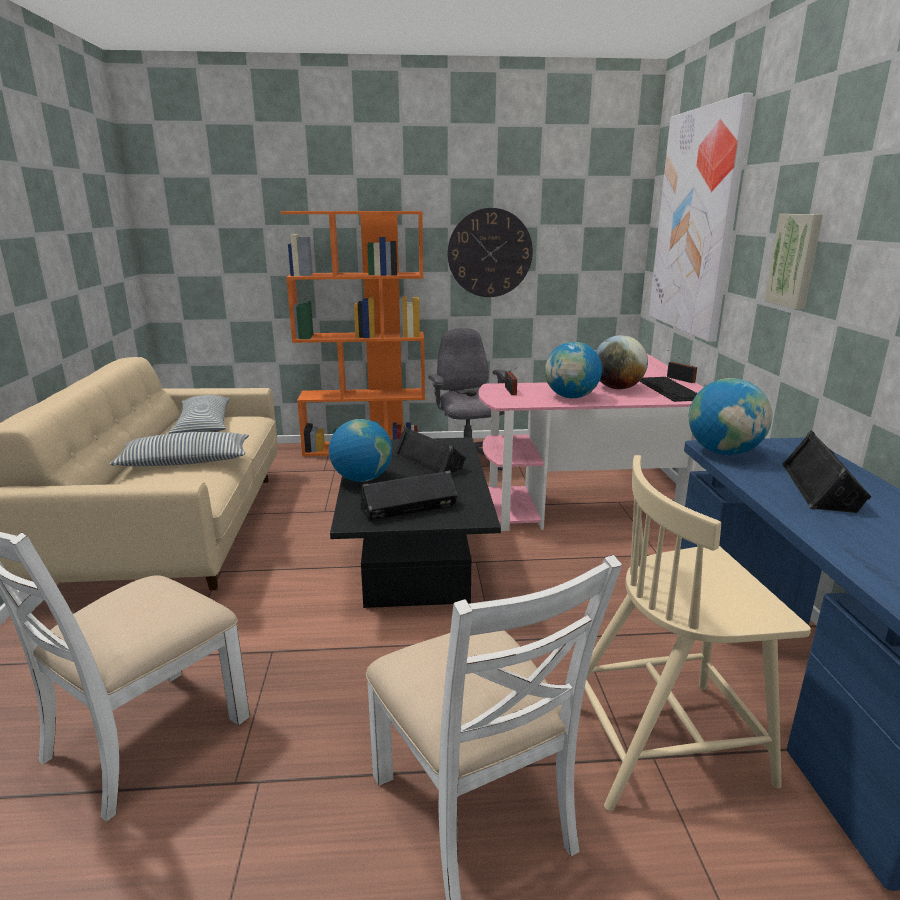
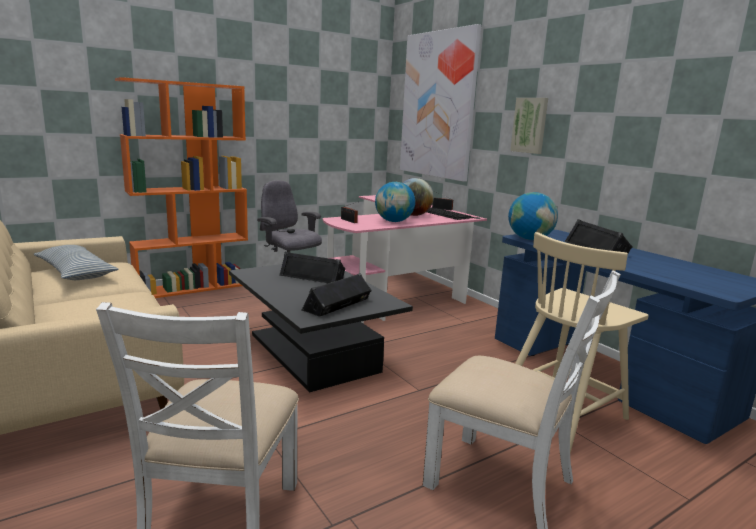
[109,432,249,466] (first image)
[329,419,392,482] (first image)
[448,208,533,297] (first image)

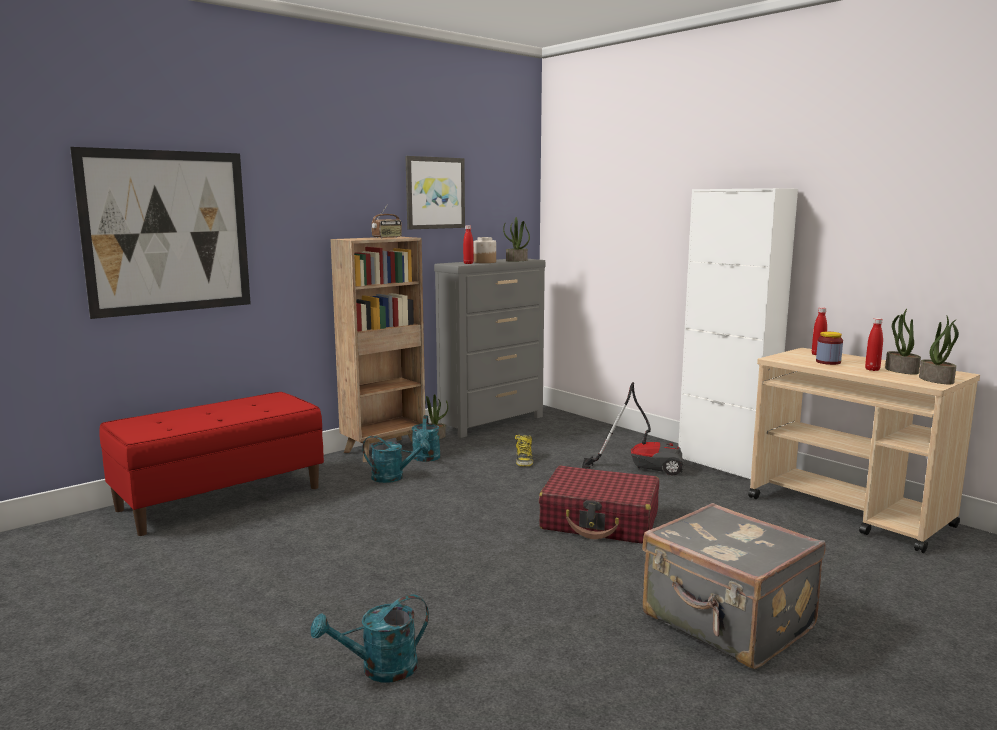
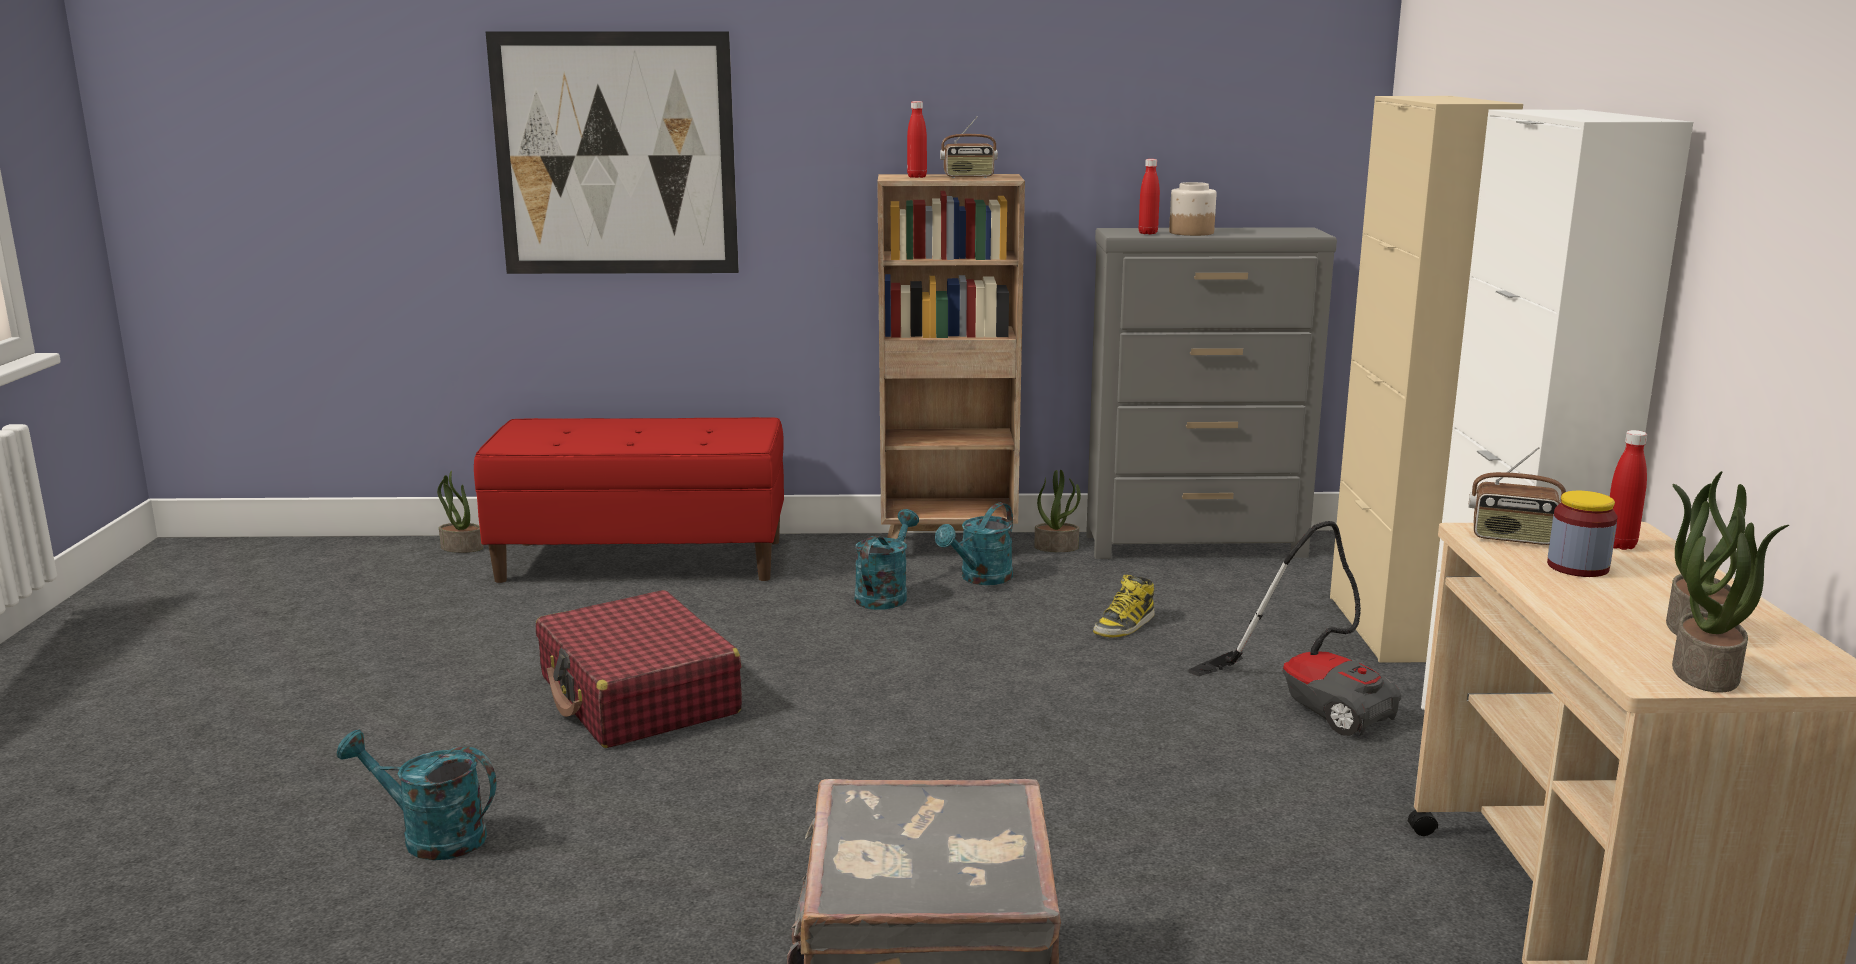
[437,470,483,553]
[536,590,742,748]
[855,509,919,610]
[907,101,927,178]
[1330,96,1523,663]
[1468,447,1566,545]
[406,156,465,229] (first image)

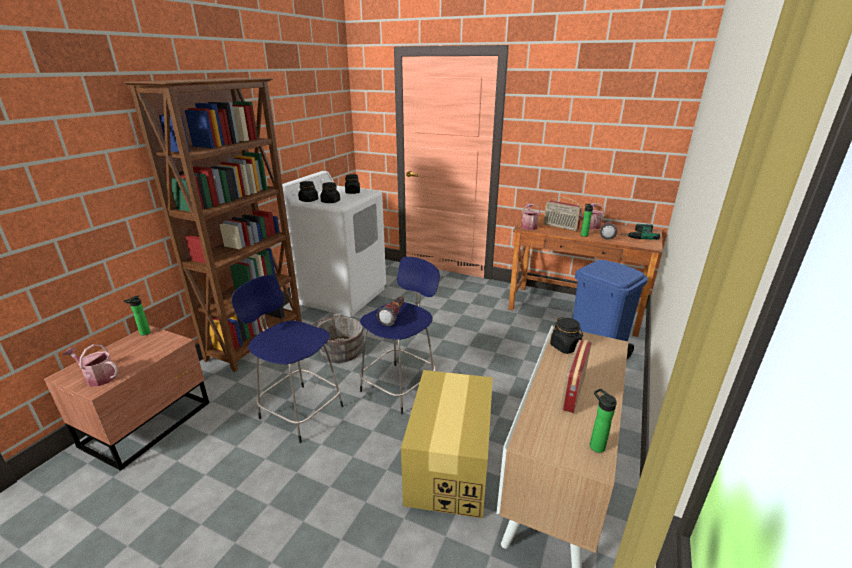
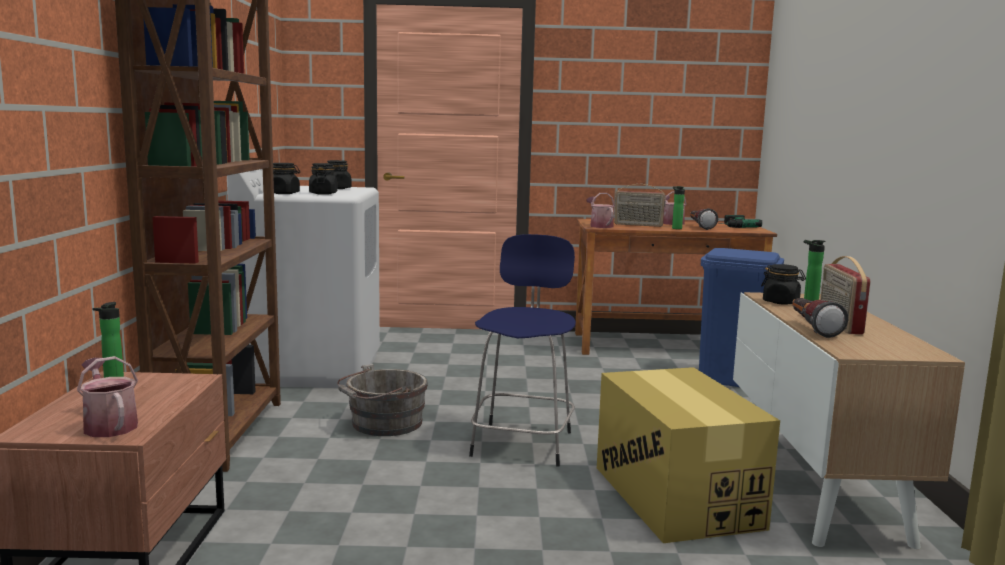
[77,356,138,437]
[792,298,848,338]
[804,240,826,301]
[231,275,344,443] (first image)

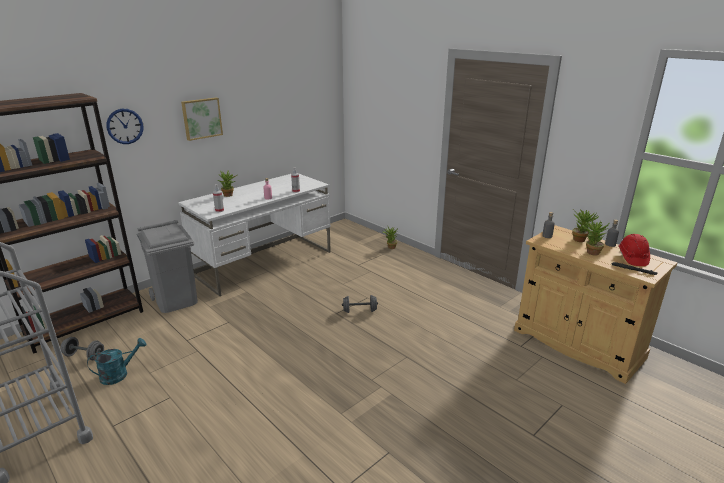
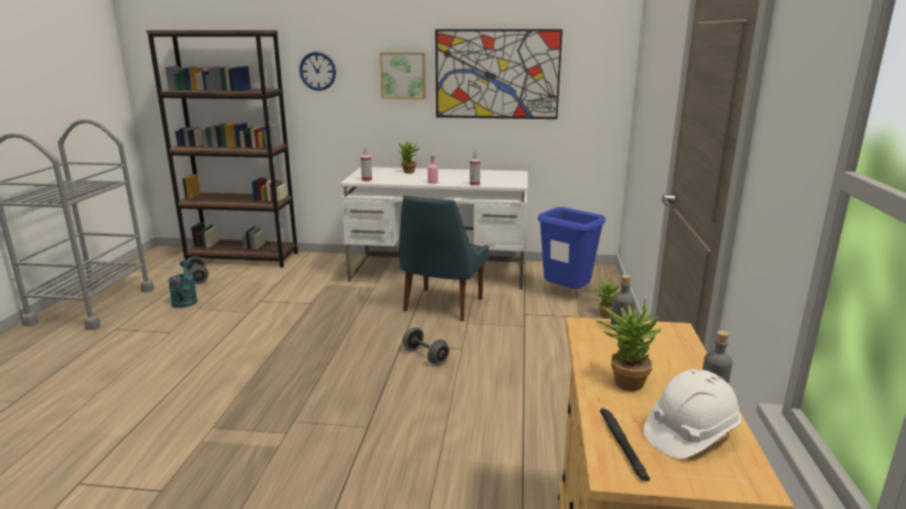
[168,260,198,308]
[399,195,489,321]
[435,29,563,119]
[538,207,605,289]
[643,369,741,459]
[137,220,198,313] (first image)
[572,209,599,242] (first image)

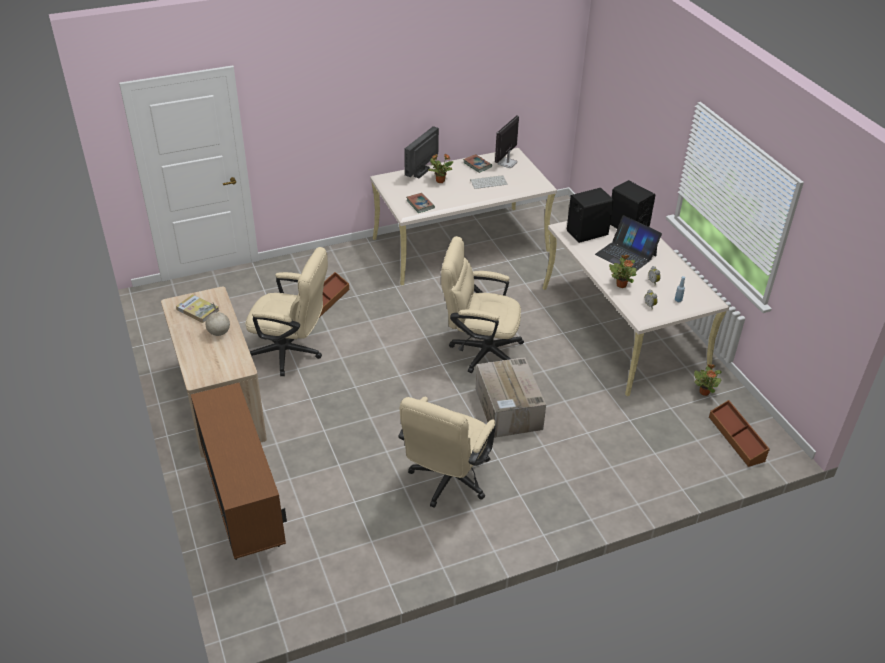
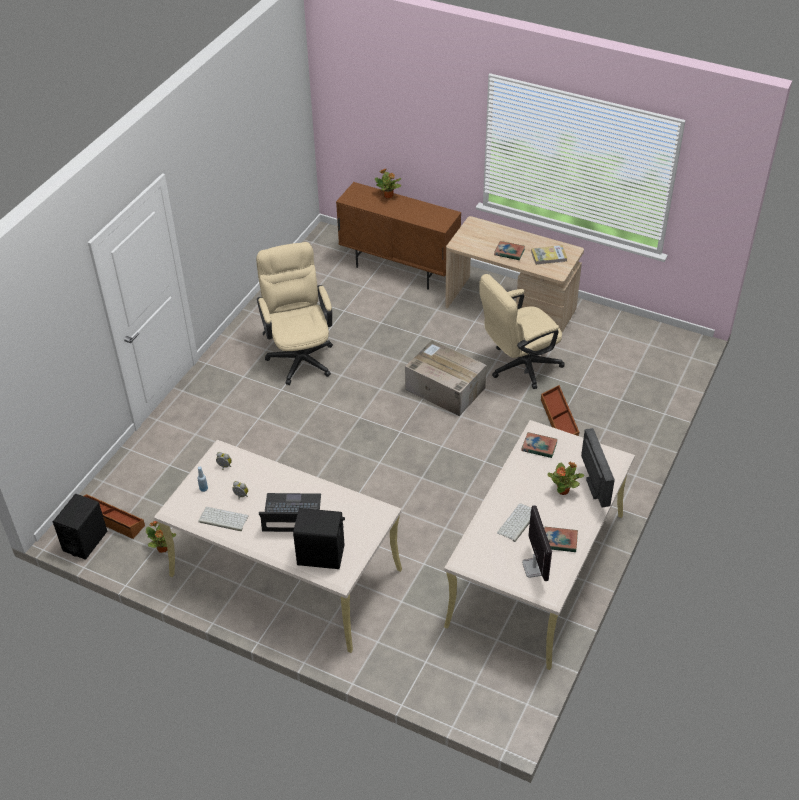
[53,494,107,560]
[198,507,249,531]
[375,169,401,198]
[405,340,487,416]
[494,241,525,261]
[441,236,524,373] (first image)

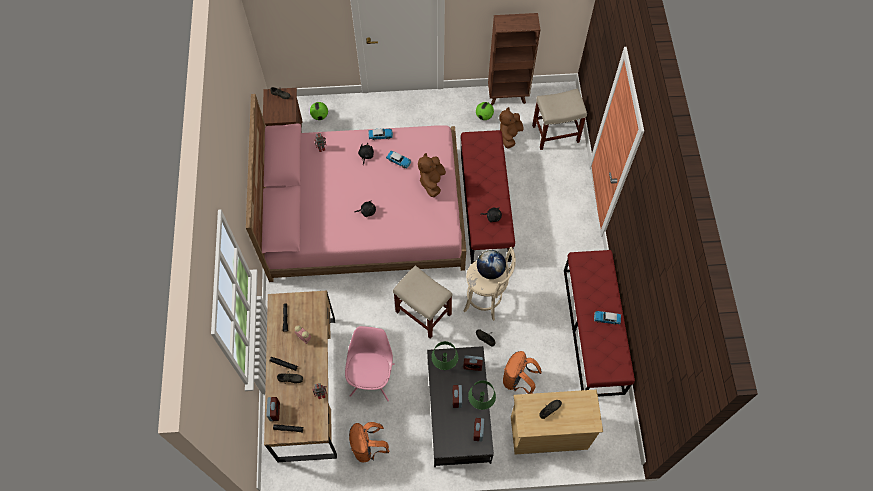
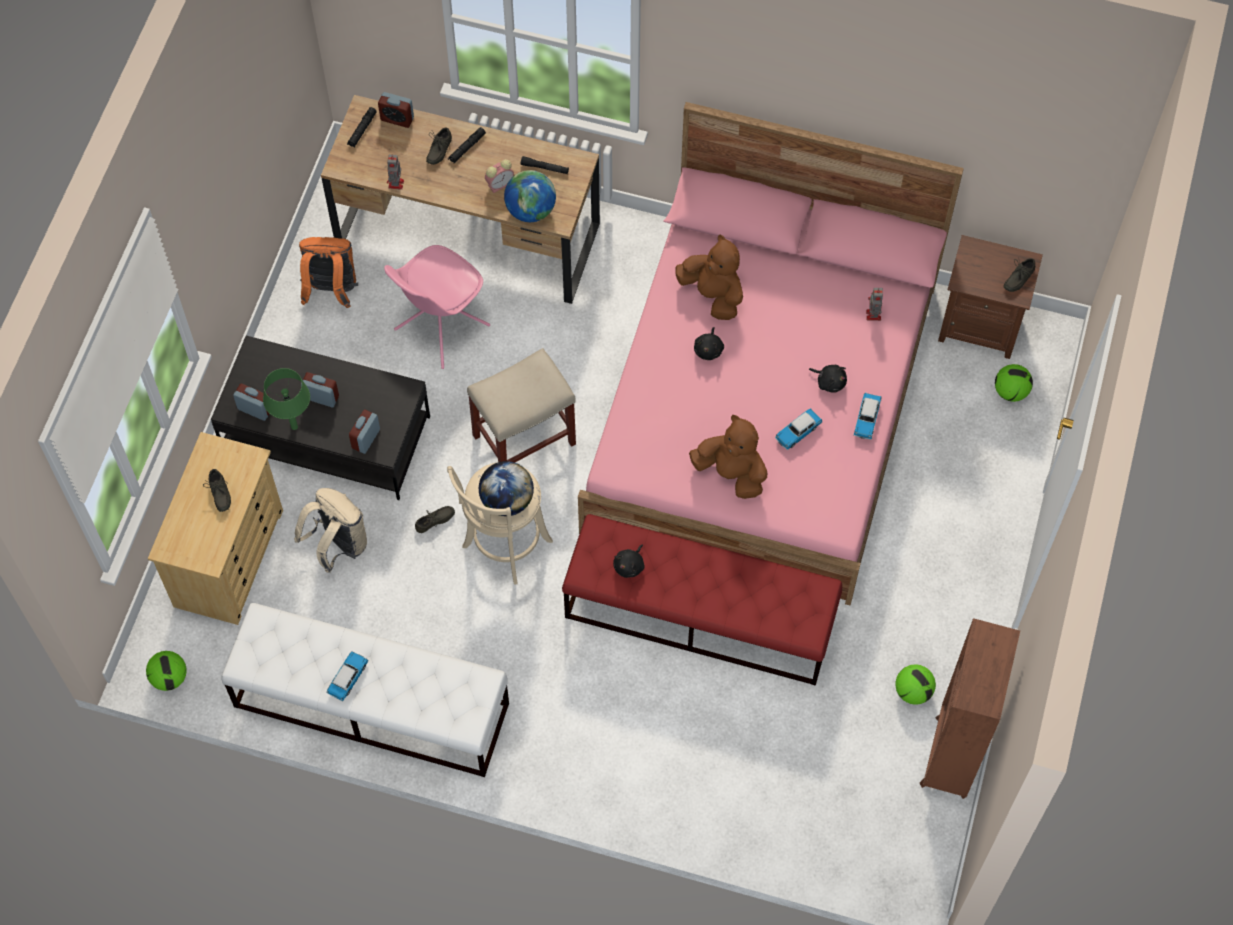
[146,651,187,691]
[221,603,509,777]
[294,488,367,573]
[384,245,490,369]
[504,170,556,222]
[676,234,743,320]
[431,341,458,370] (first image)
[532,89,587,150] (first image)

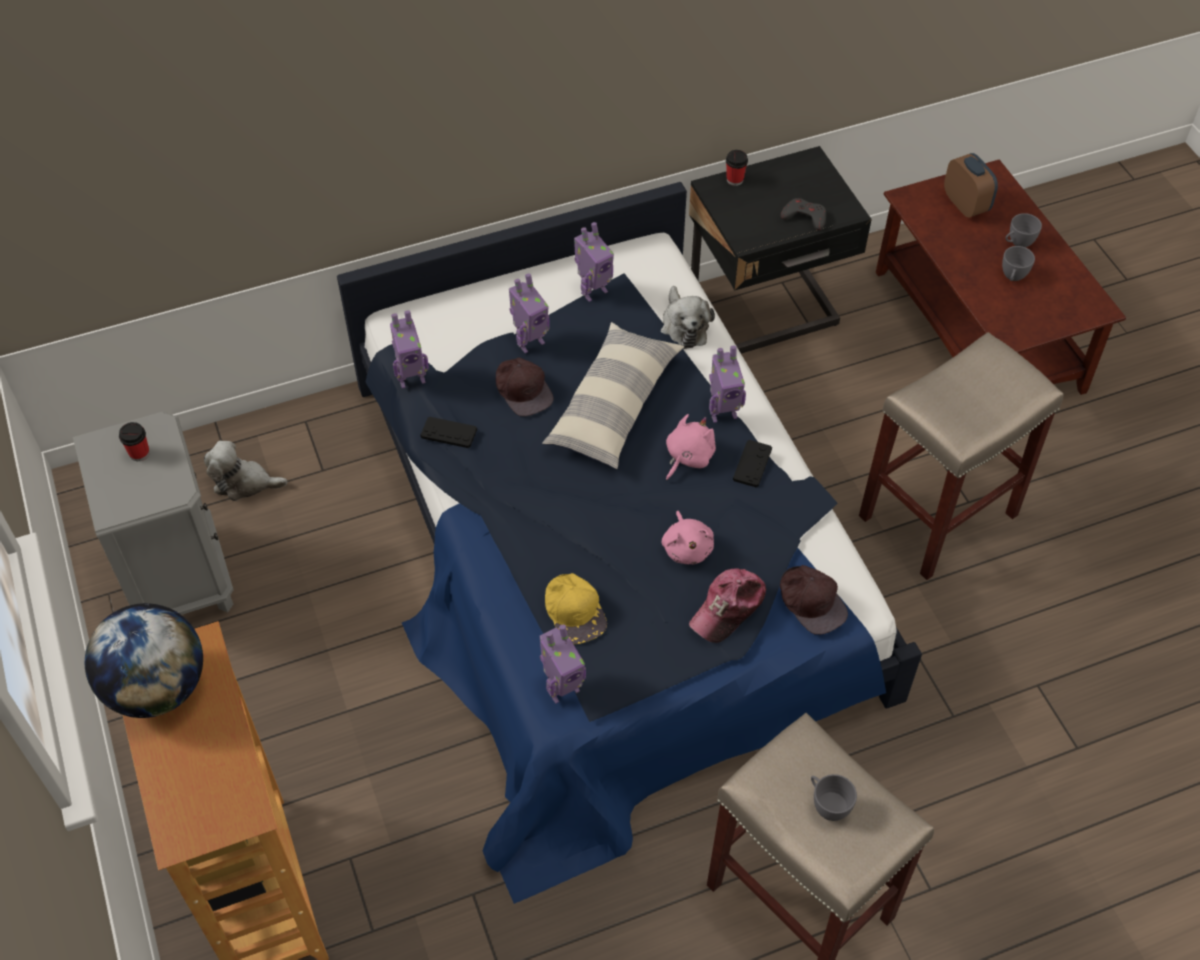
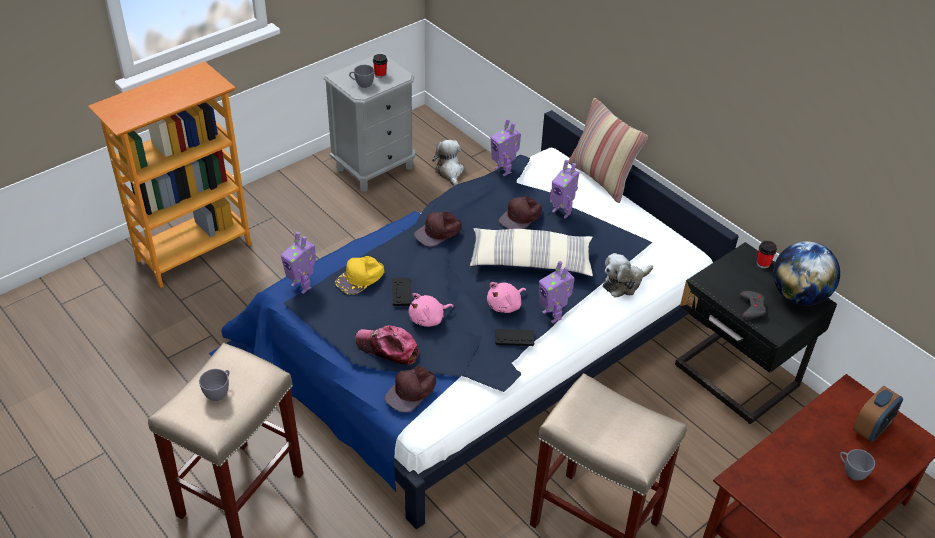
[349,65,374,88]
[392,278,411,306]
[414,212,462,247]
[487,282,526,313]
[568,98,648,203]
[773,241,840,305]
[574,222,614,302] (first image)

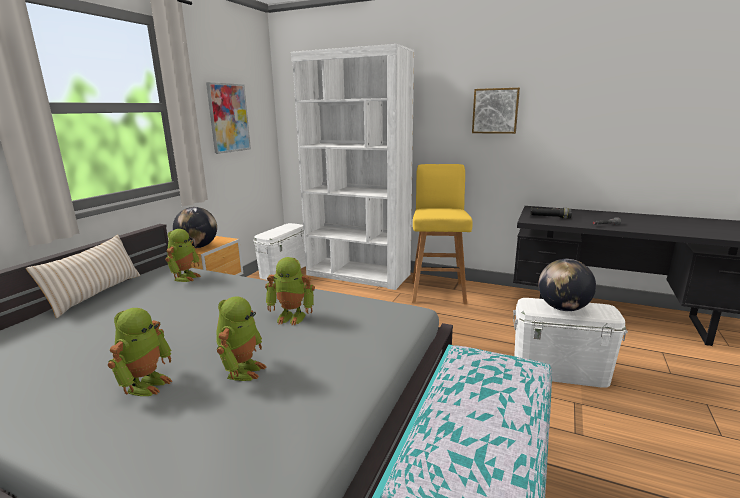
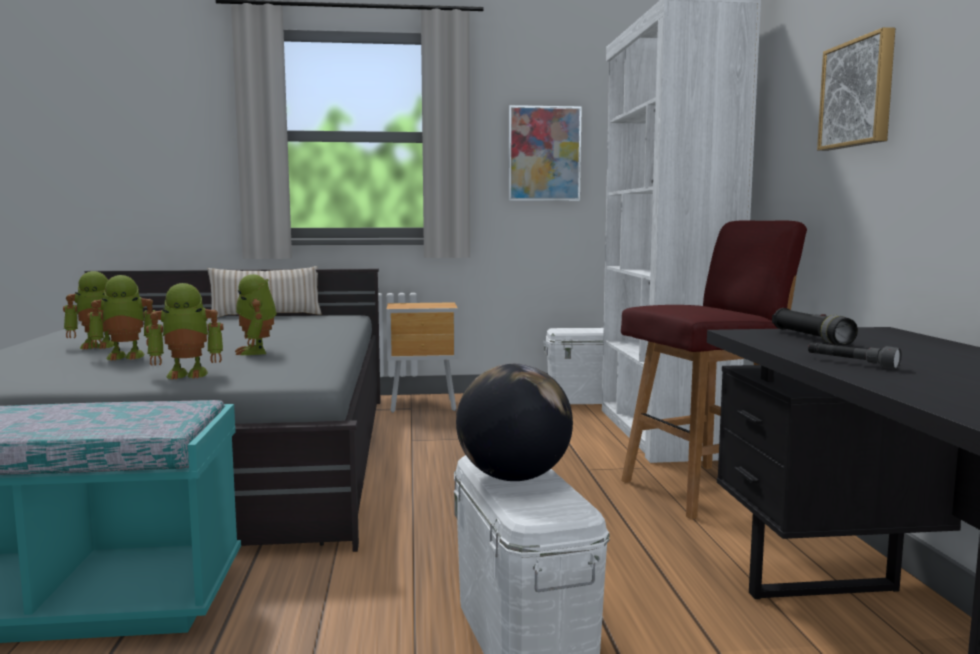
[146,283,223,380]
[621,220,807,519]
[173,207,217,248] (first image)

